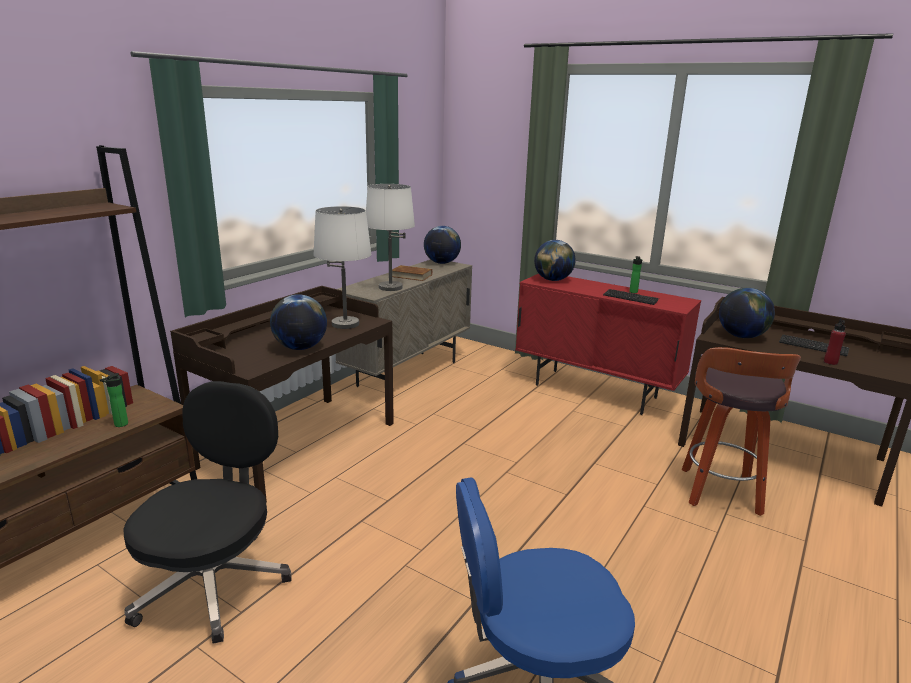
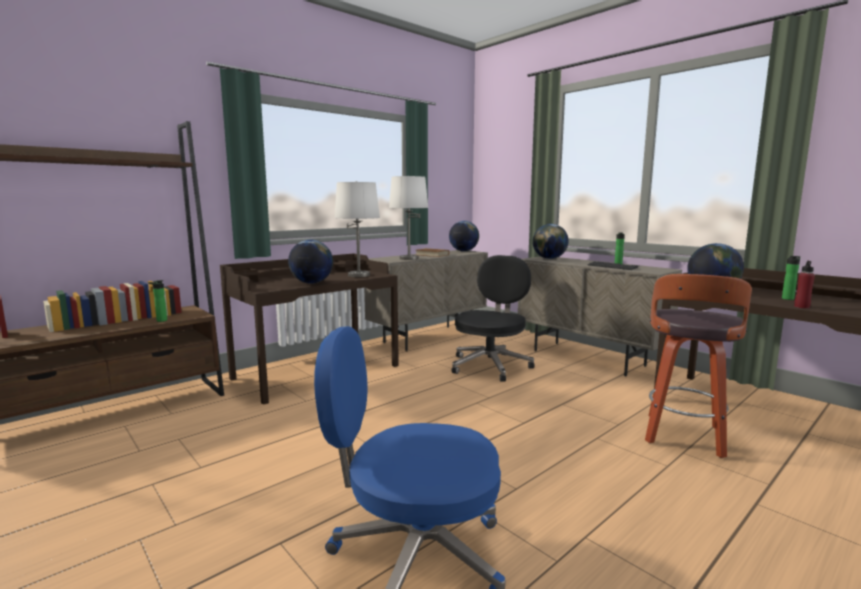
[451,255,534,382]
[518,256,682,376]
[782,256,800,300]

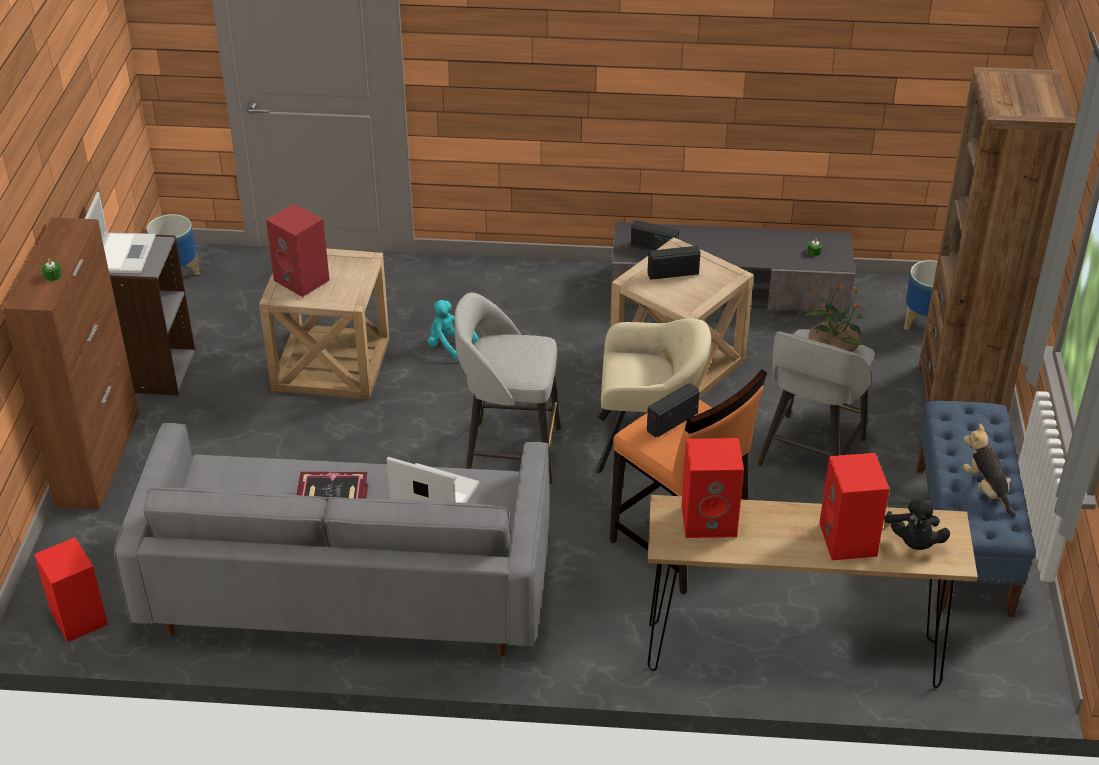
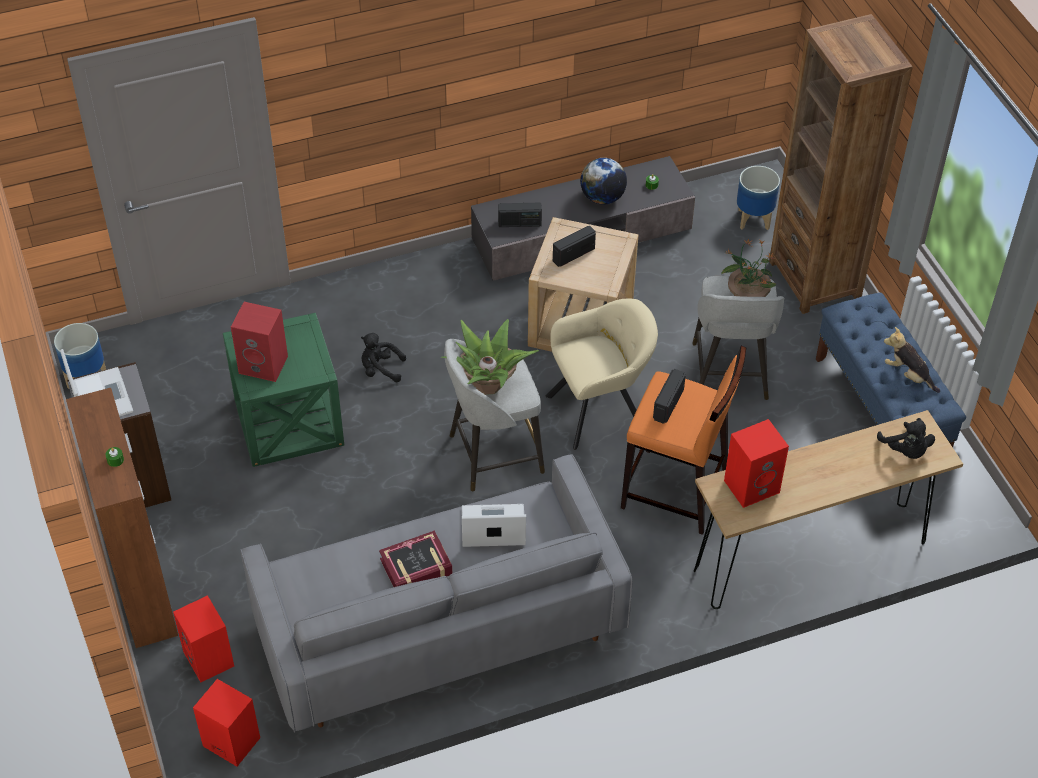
[173,595,234,682]
[223,313,344,467]
[361,333,406,383]
[441,319,539,395]
[580,158,627,205]

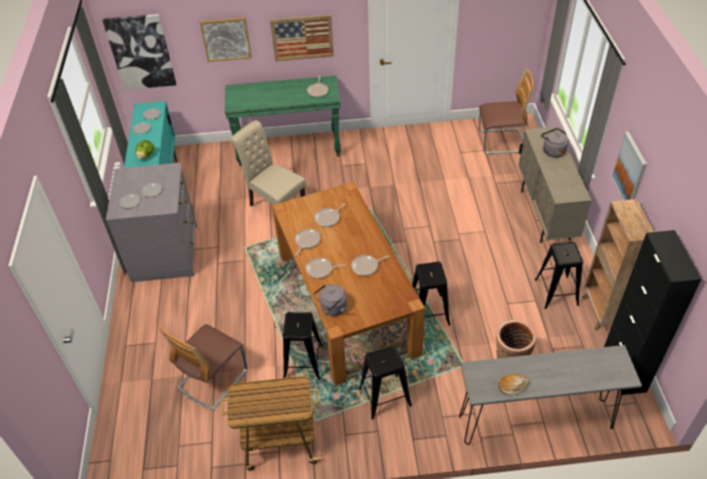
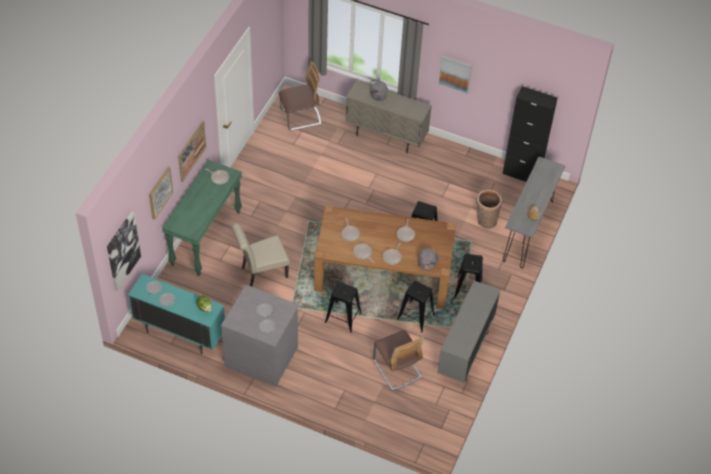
[279,61,321,131]
[325,282,362,333]
[437,281,500,383]
[582,199,654,331] (first image)

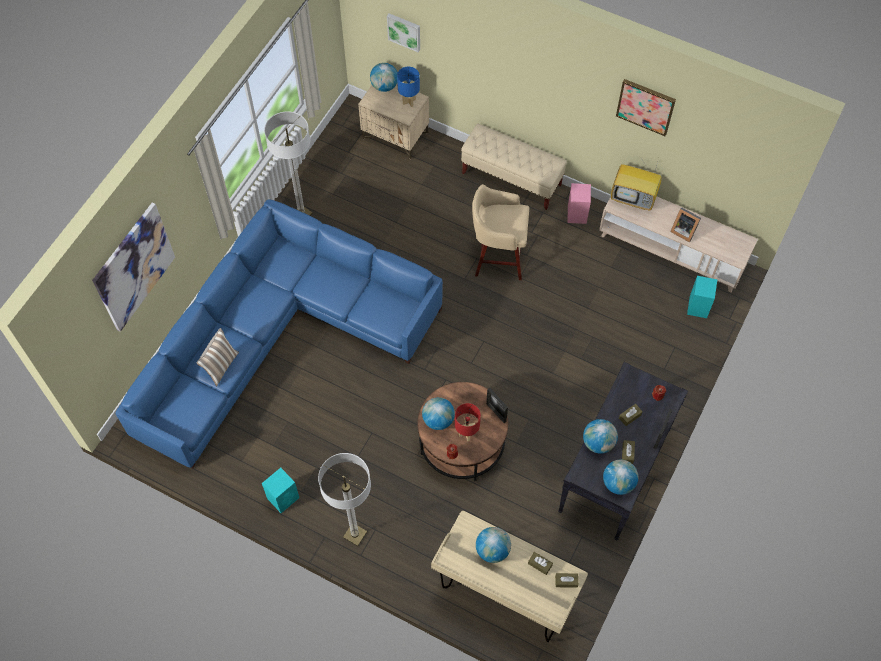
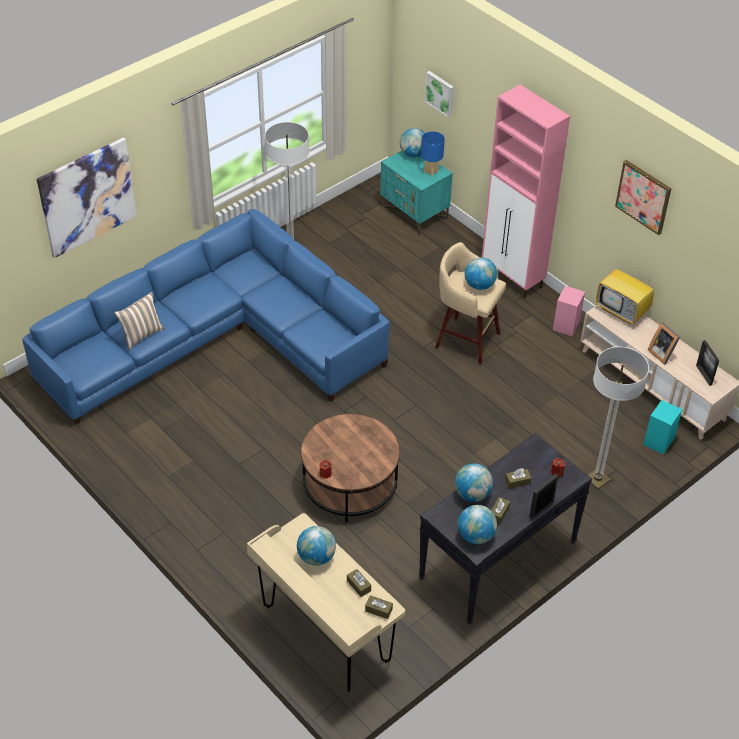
[380,151,453,236]
[465,257,497,290]
[482,85,570,299]
[588,346,649,489]
[696,340,719,386]
[262,468,299,513] (first image)
[455,403,481,441] (first image)

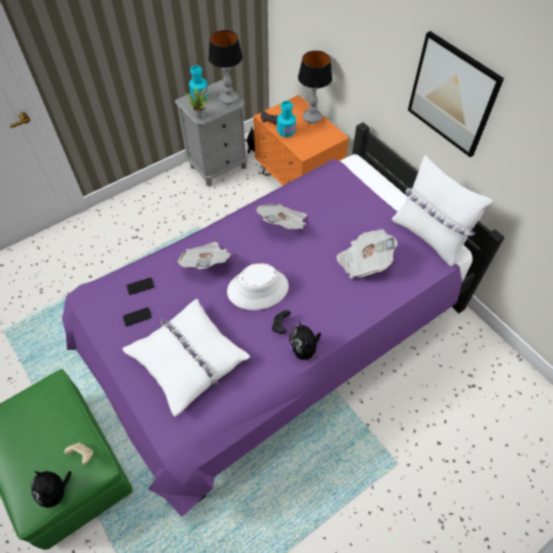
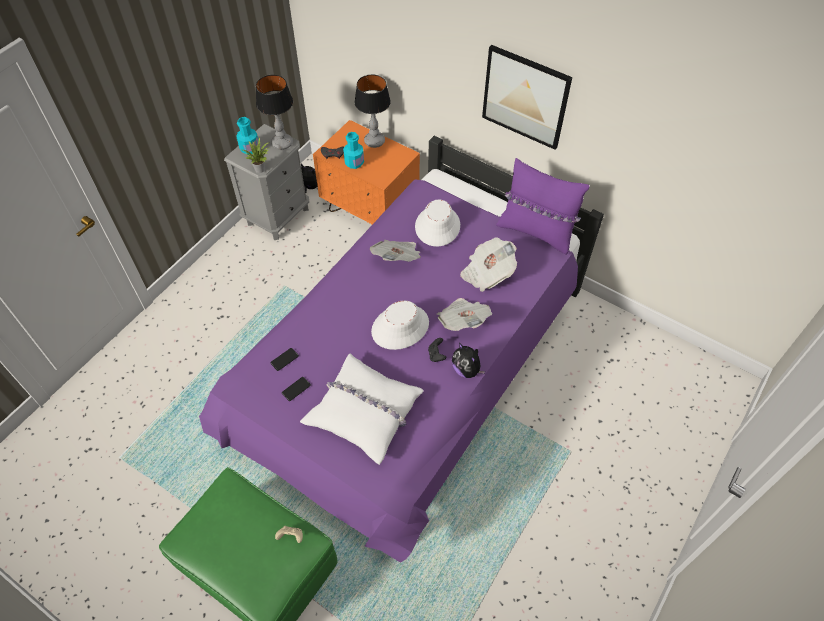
[415,200,460,247]
[437,298,493,331]
[496,158,589,255]
[31,471,71,508] (first image)

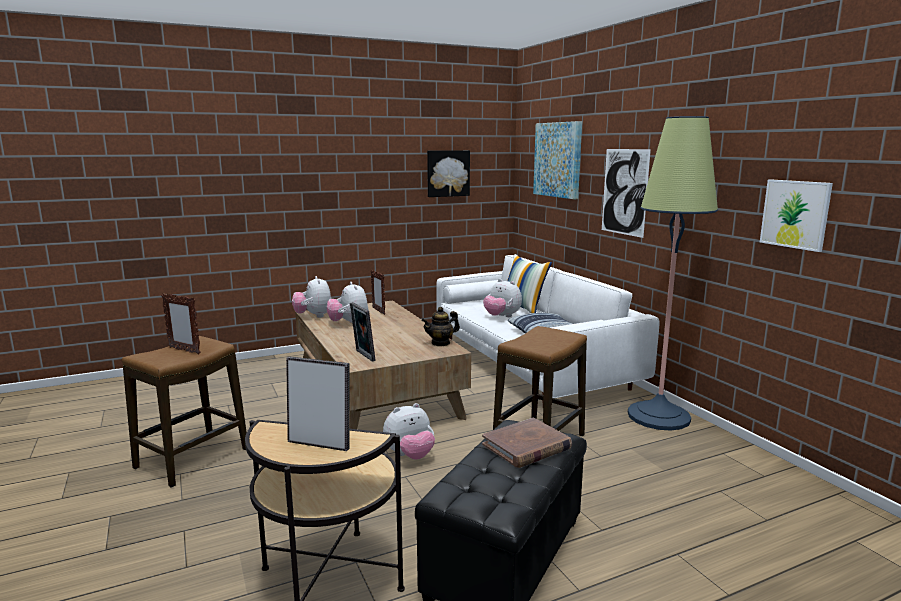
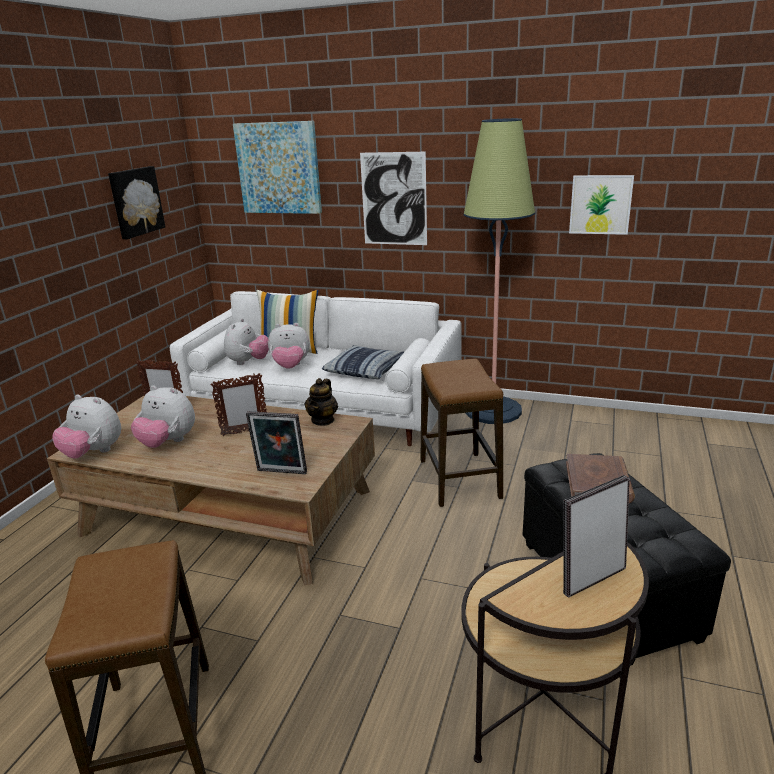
[210,373,267,436]
[224,318,269,365]

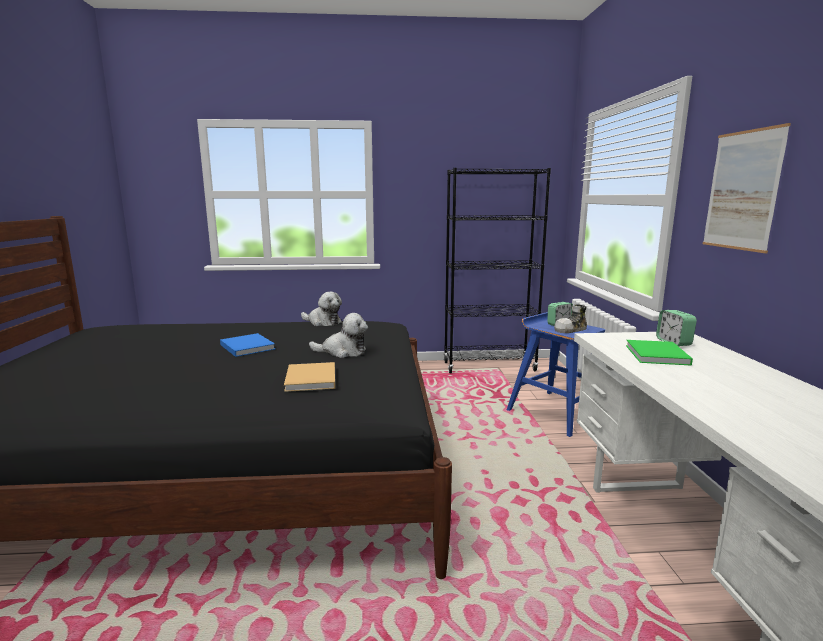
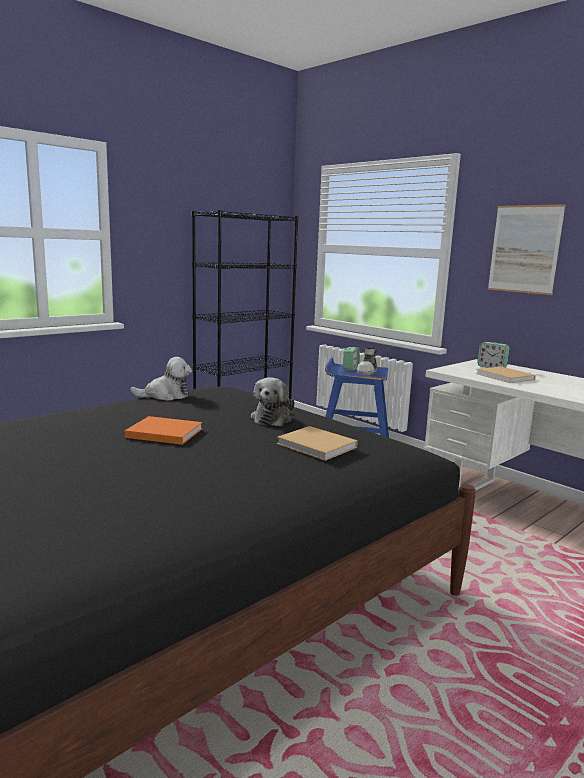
[125,416,202,445]
[251,377,295,426]
[476,366,536,383]

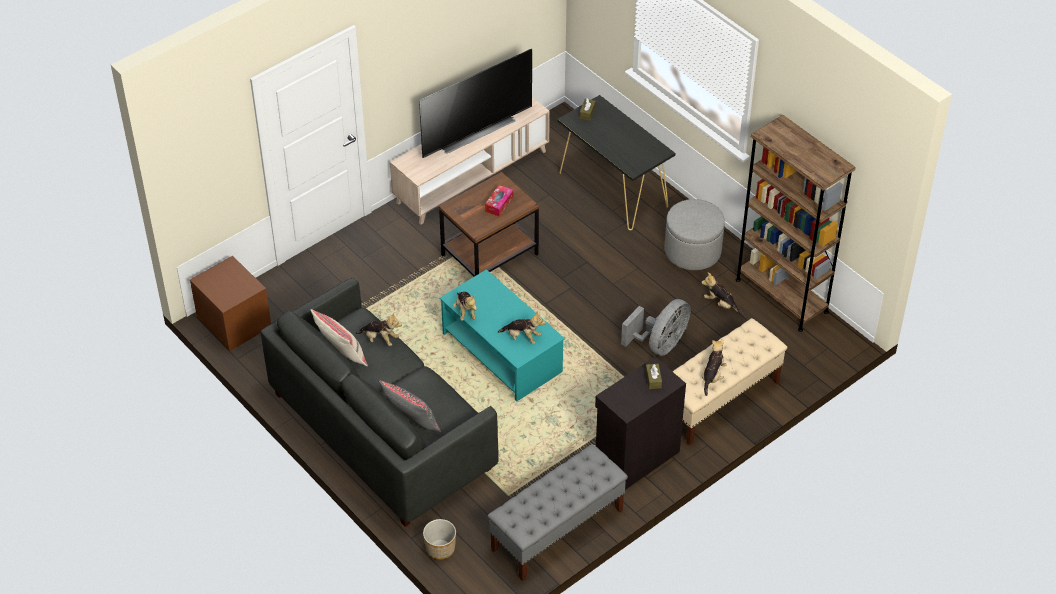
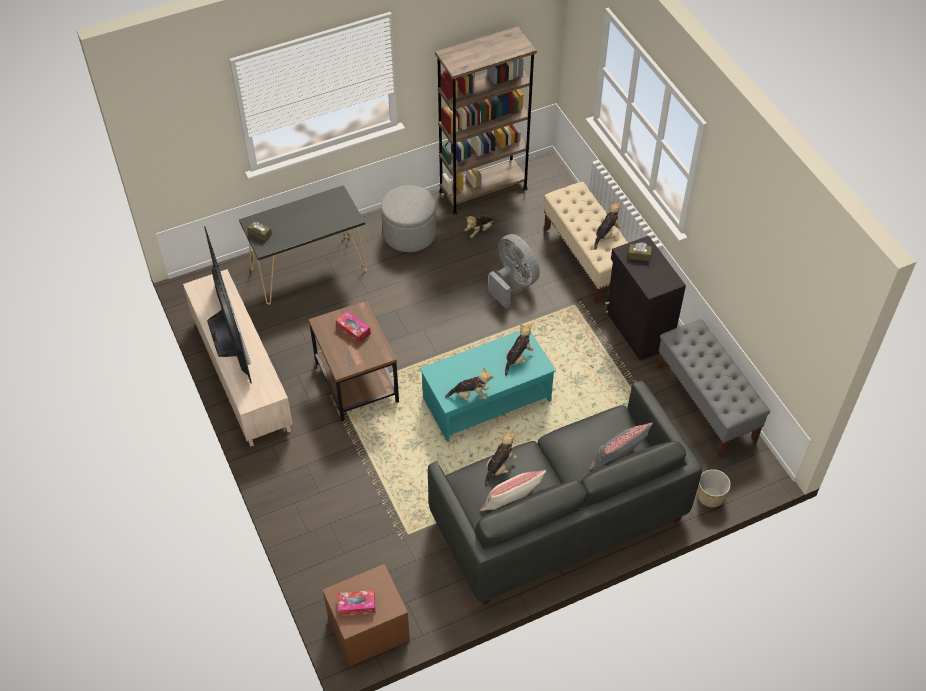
[337,590,375,616]
[594,202,621,250]

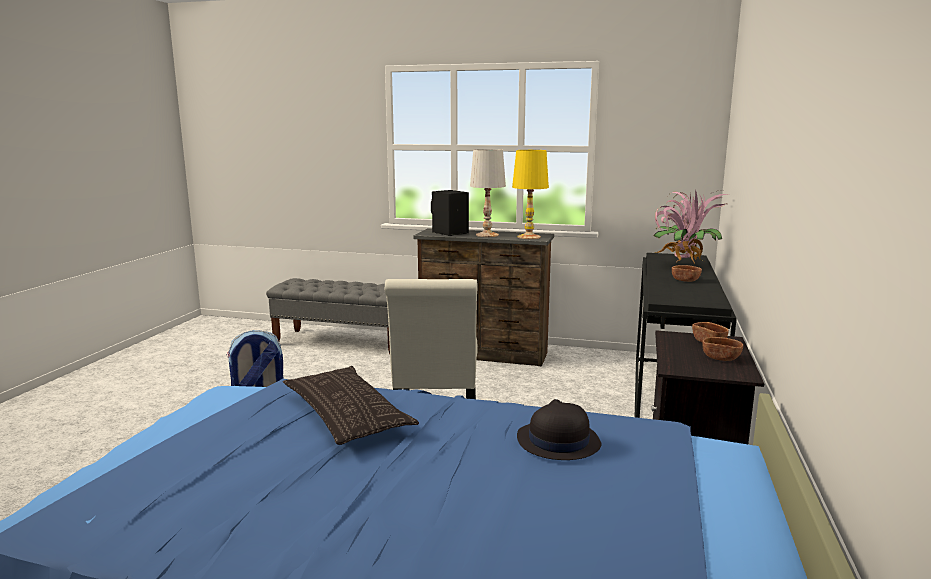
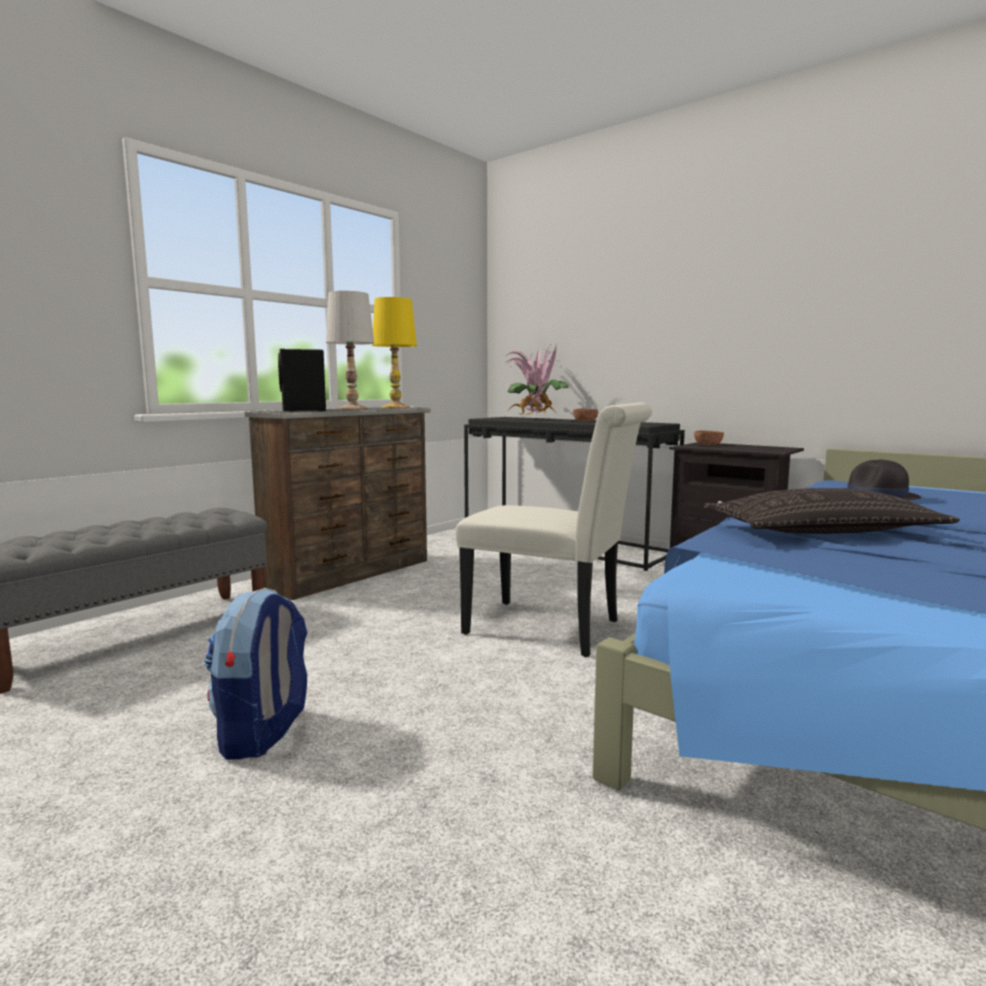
[703,337,743,361] (first image)

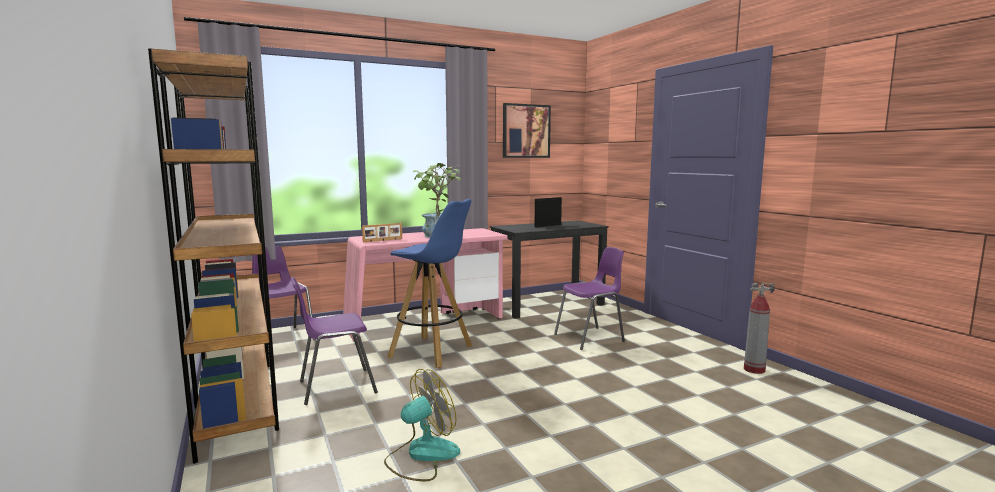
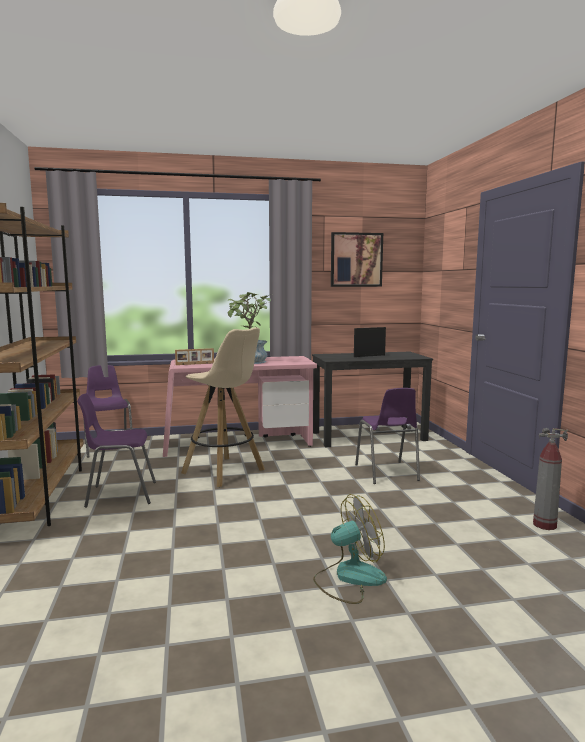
[181,327,265,487]
[313,494,387,604]
[355,388,420,484]

